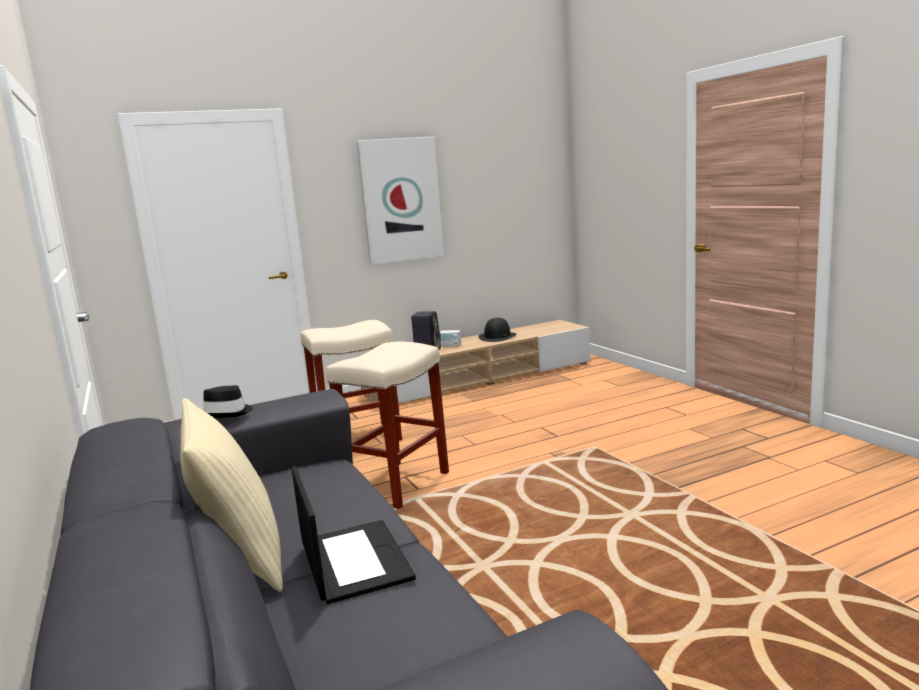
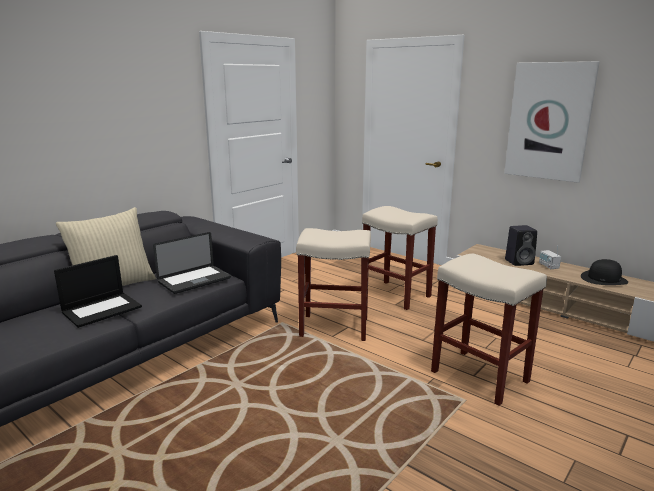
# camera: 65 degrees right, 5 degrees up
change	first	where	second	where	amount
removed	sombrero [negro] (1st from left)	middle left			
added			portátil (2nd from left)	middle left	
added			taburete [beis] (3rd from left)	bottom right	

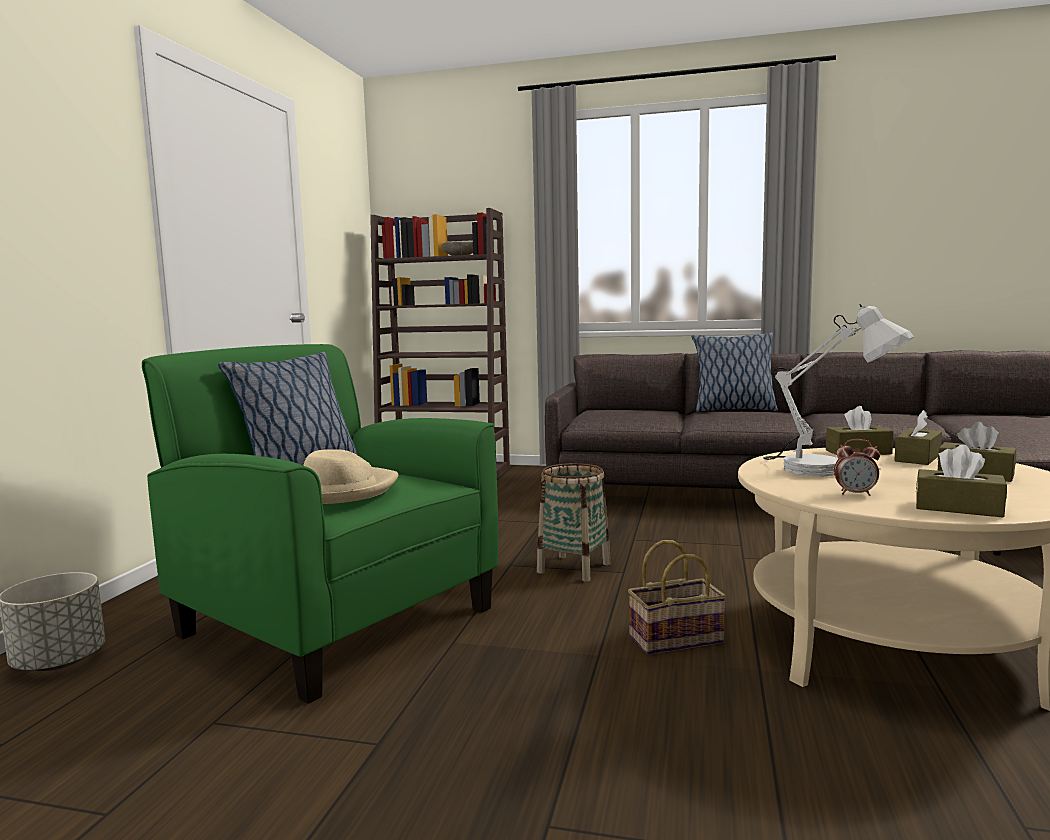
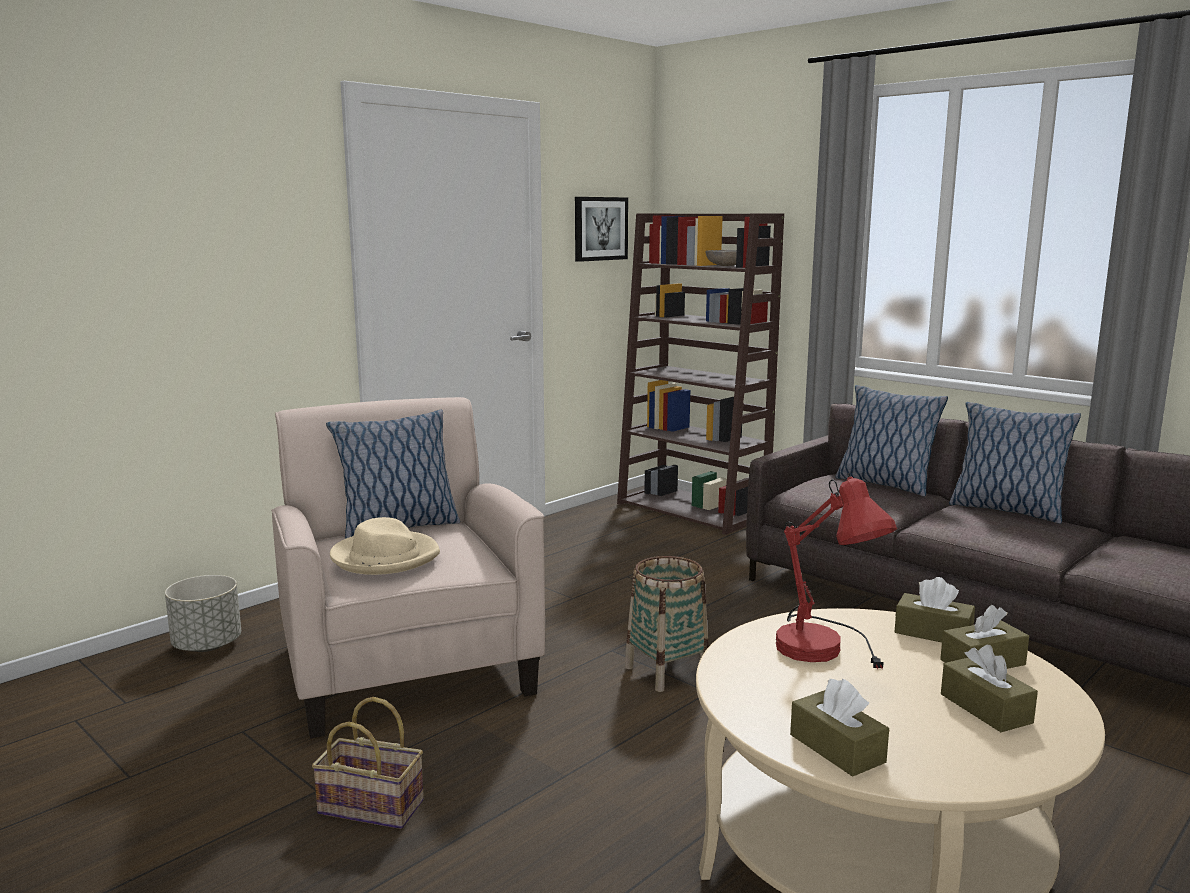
# camera: 30 degrees right, 5 degrees up
change	first	where	second	where	amount
recoloured	sillón [verde]	middle left	sillón [beis]	centre	
moved	cesta (2nd from left in the first image)	bottom centre	cesta (1st from left)	bottom left	
recoloured	lámpara de mesa [blanco]	middle right	lámpara de mesa [rojo]	middle right	
removed	despertador	middle right			
added			cuadro	top centre	
added			cojín (2nd from left)	middle right	

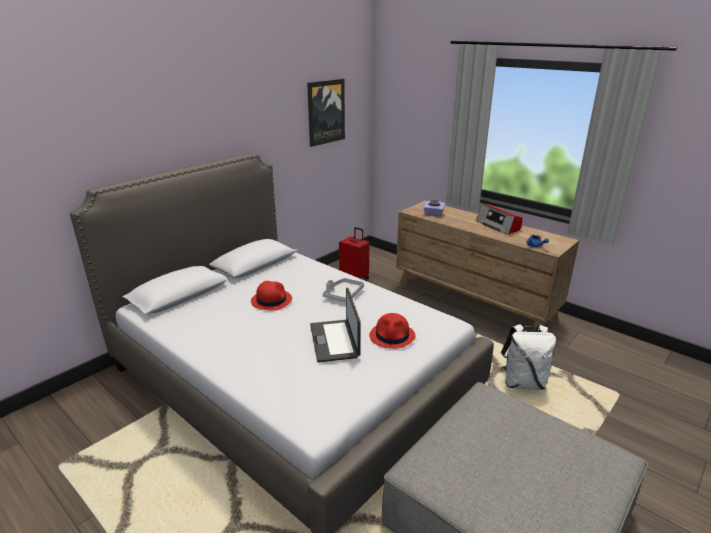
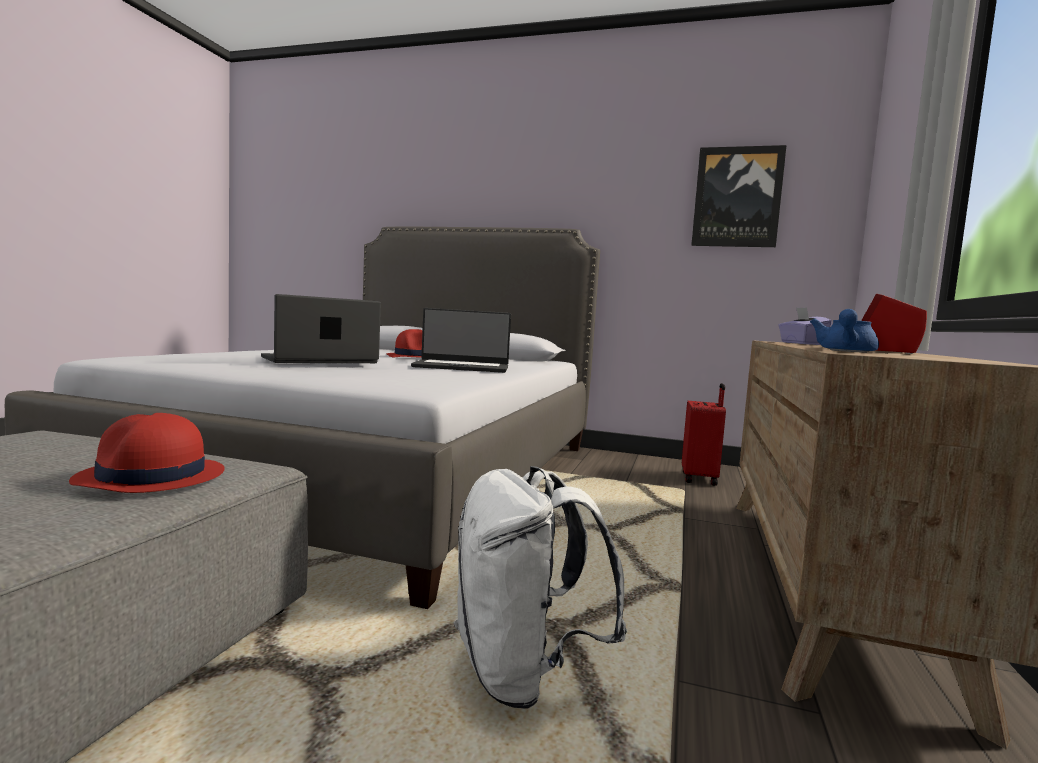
# camera: 65 degrees right, 20 degrees down
change	first	where	second	where	amount
replaced	bandeja [gris]	centre	portátil (2nd from left)	centre	
moved	sombrero [rojo] (2nd from left in the first image)	centre	sombrero [rojo] (1st from left)	middle left	

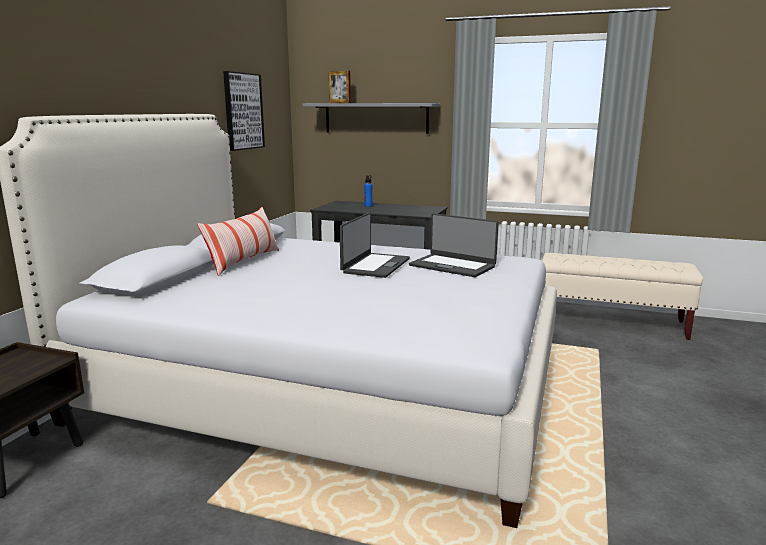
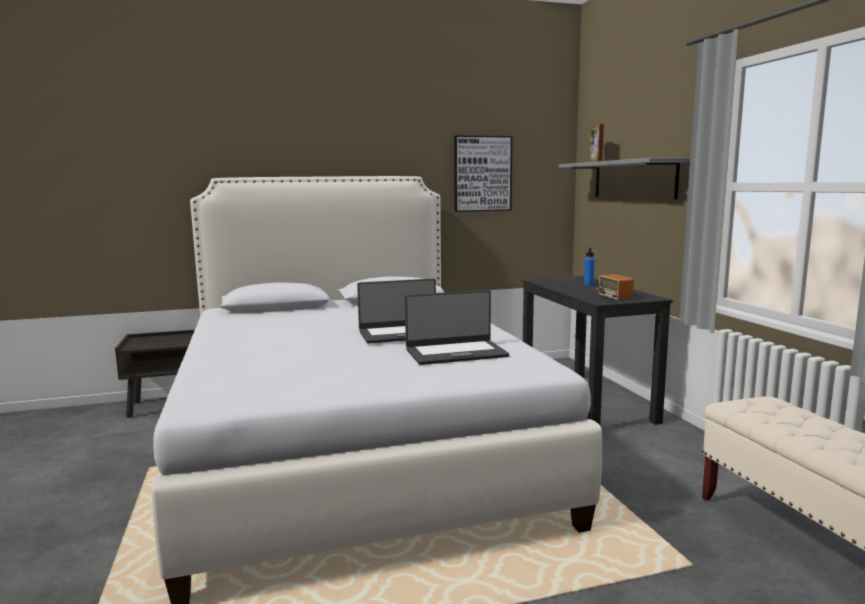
# camera: 55 degrees right, 5 degrees down
change	first	where	second	where	amount
removed	cojín	middle left			
turned	portátil (2nd from left)	centre		centre	105 degrees counterclockwise
added			radio	middle right	

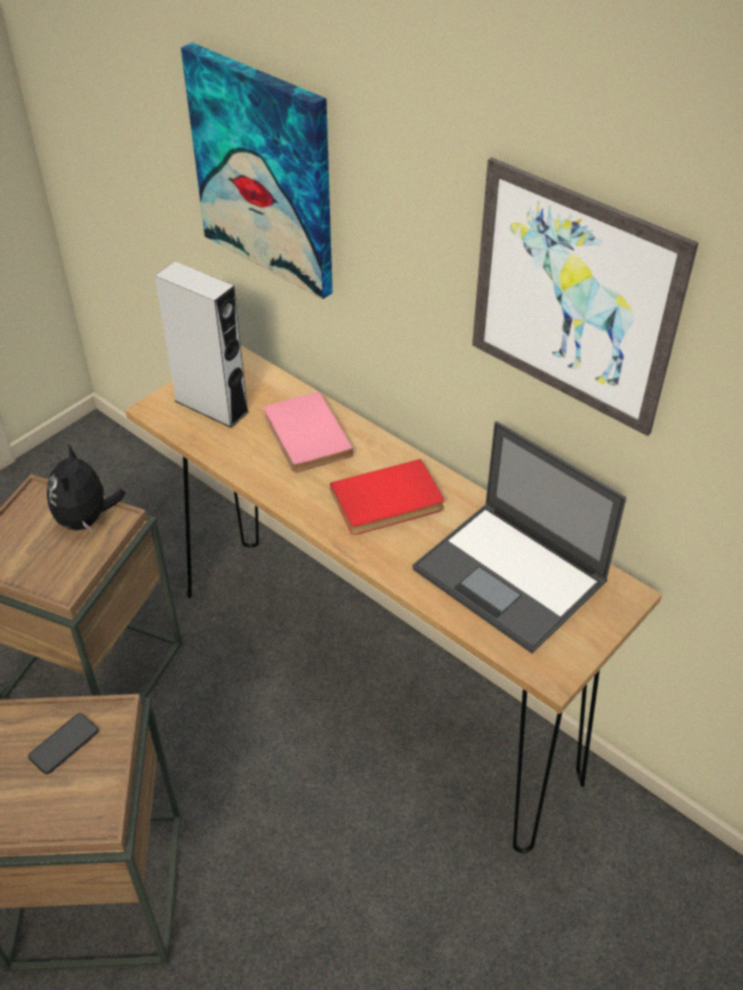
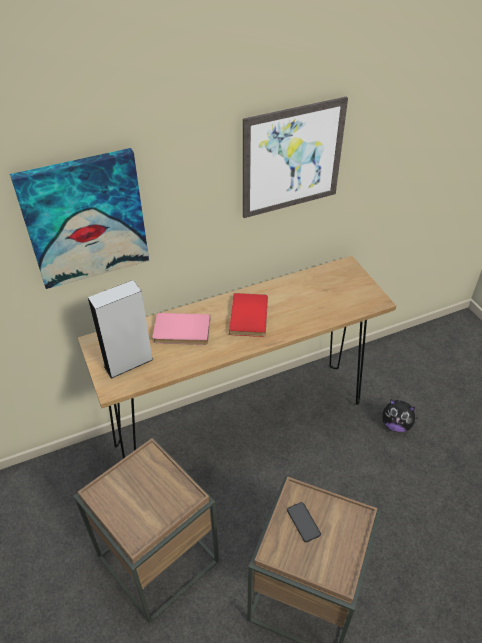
# camera: 65 degrees left, 0 degrees up
change	first	where	second	where	amount
moved	peluche	middle left		middle right	
removed	portátil	middle right			

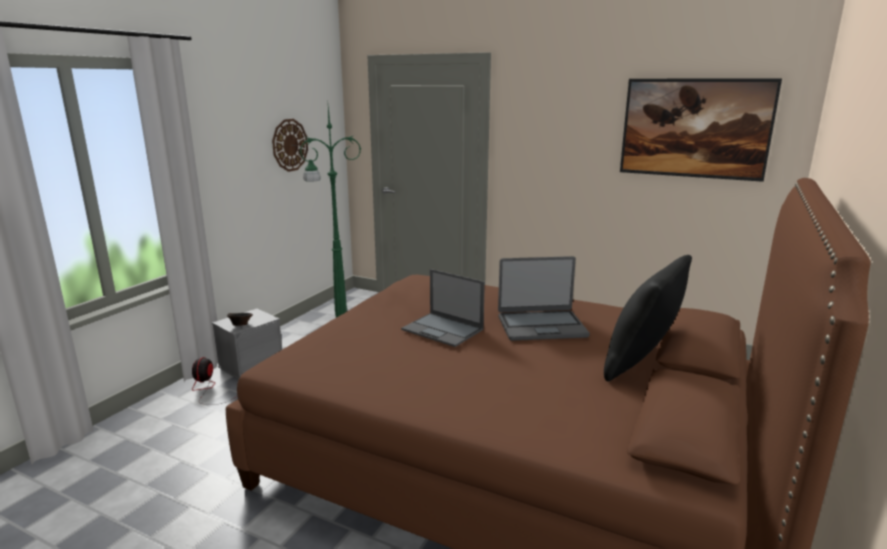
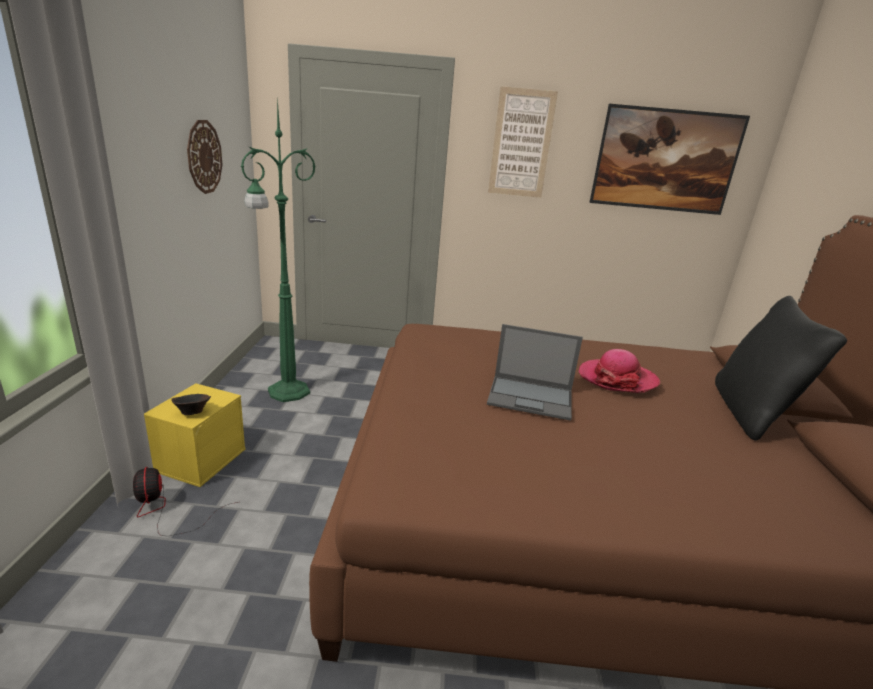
# camera: 25 degrees left, 5 degrees up
change	first	where	second	where	amount
recoloured	caja de almacenaje [gris]	middle left	caja de almacenaje [amarillo]	middle left	
replaced	portátil (2nd from left)	centre	sombrero	middle right	
added			cuadro (1st from left)	top centre	

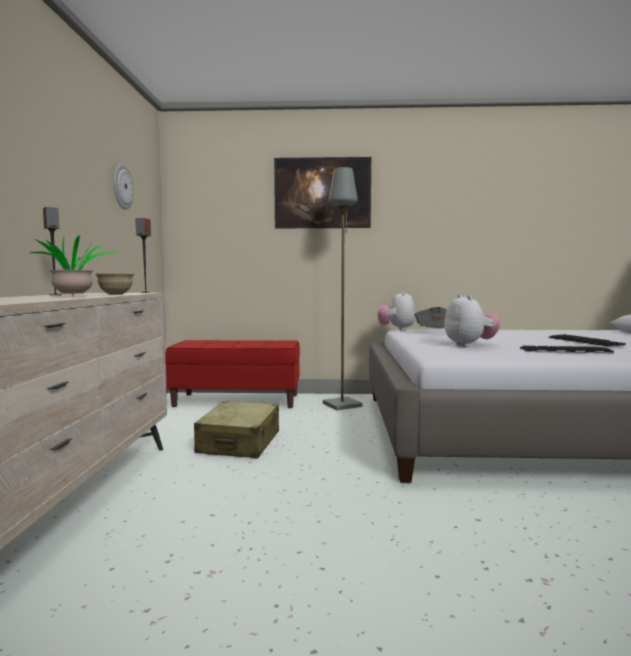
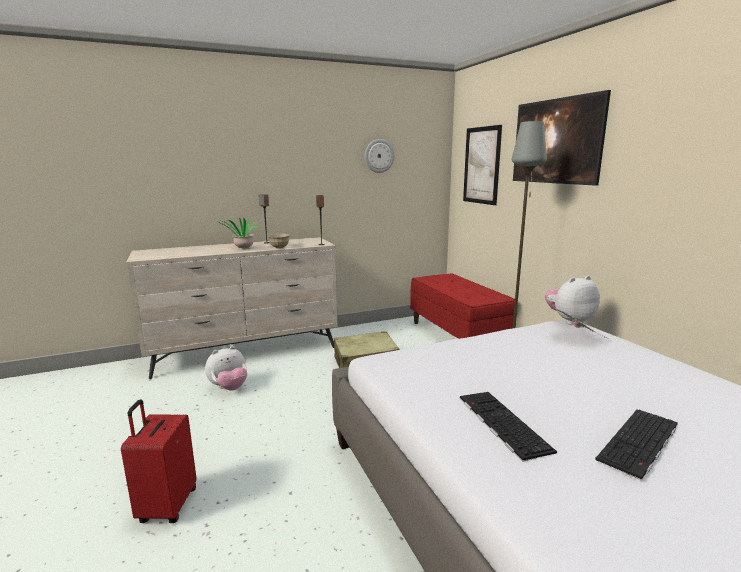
# camera: 65 degrees right, 10 degrees up
change	first	where	second	where	amount
moved	peluche (2nd from left in the first image)	middle right	peluche (1st from left)	middle left	
added			maleta [rojo]	bottom left	
added			cuadro (1st from left)	top centre	

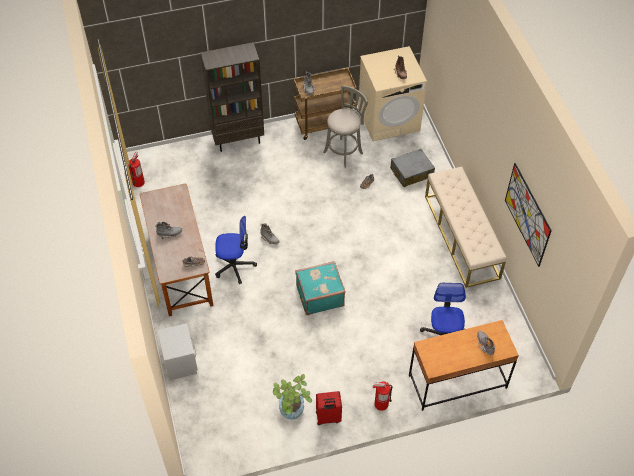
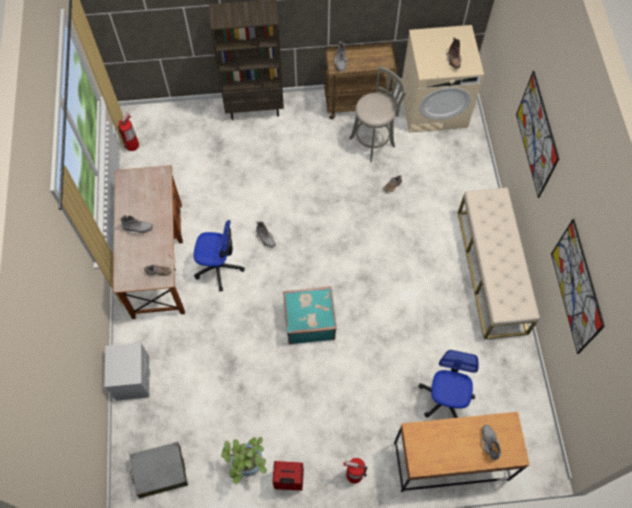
# camera: 10 degrees right, 10 degrees up
change	first	where	second	where	amount
moved	maleta [gris]	centre		bottom left	
added			cuadro (1st from left)	top right	

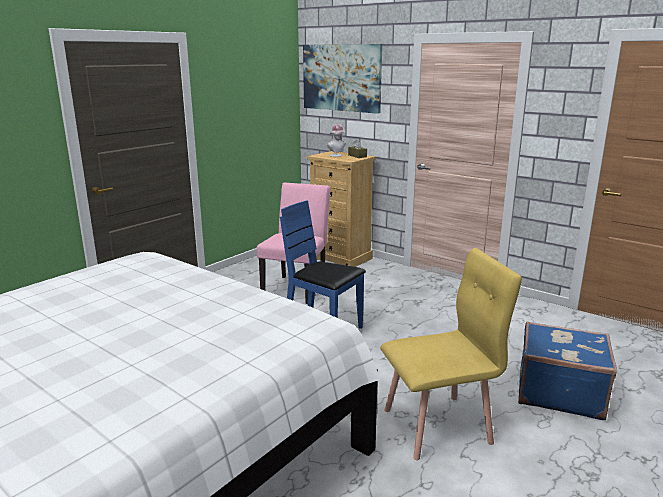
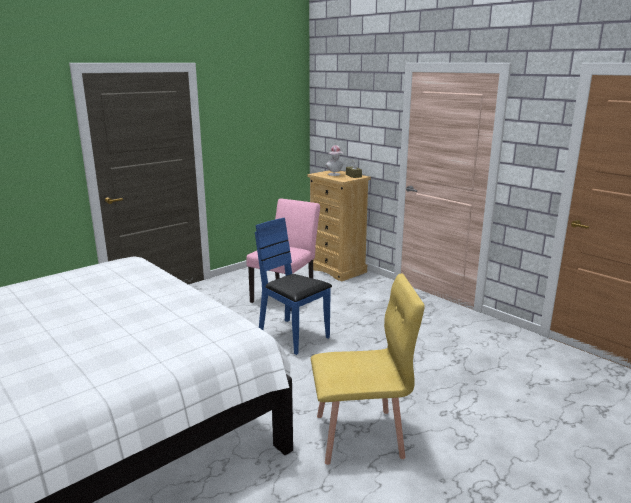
# camera: 10 degrees right, 0 degrees up
change	first	where	second	where	amount
removed	cuadro	top centre			
removed	maleta [azul]	bottom right			

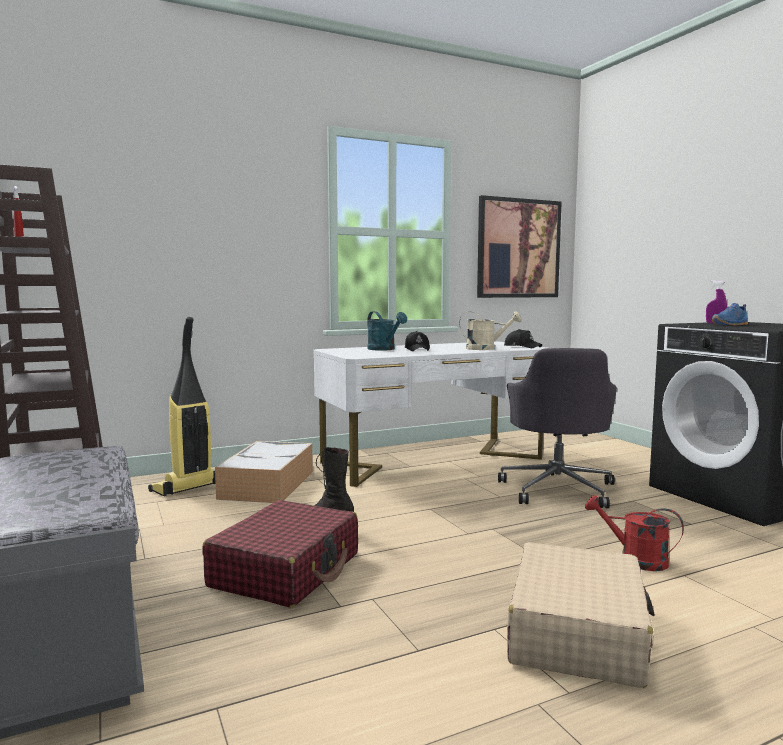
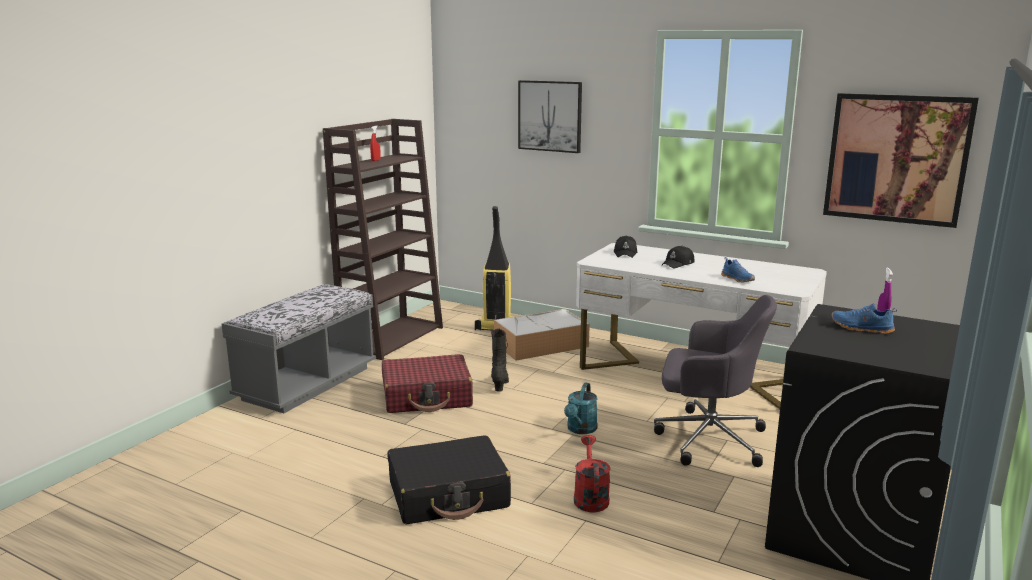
# camera: 55 degrees right, 10 degrees up
change	first	where	second	where	amount
moved	regadera [turquesa]	centre		bottom centre	
replaced	regadera [beis]	centre	zapato [azul] (1st from left)	middle right	
turned	silla de oficina [gris]	middle right		middle right	135 degrees counterclockwise
moved	gorra [negro] (2nd from left in the first image)	middle right	gorra [negro] (1st from left)	centre	
recoloured	maleta [beis]	bottom right	maleta [negro]	bottom centre	
added			cuadro (1st from left)	top centre	

